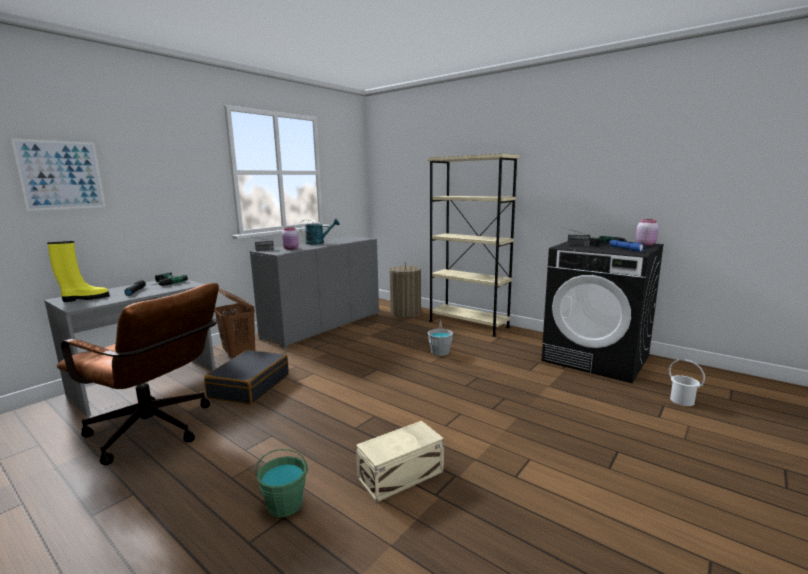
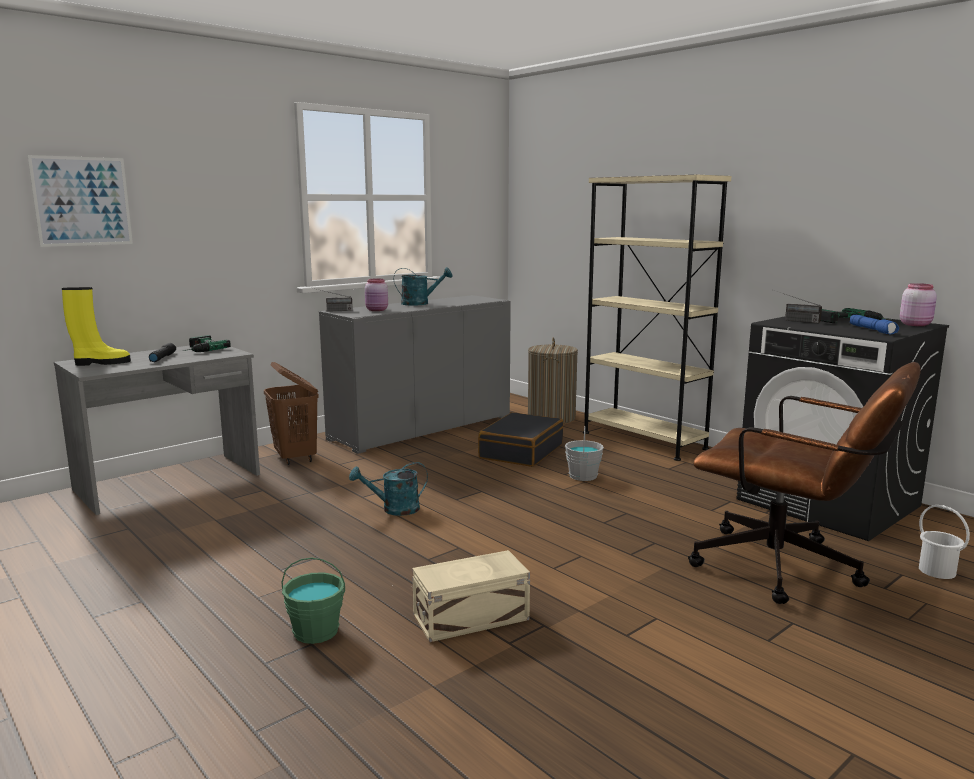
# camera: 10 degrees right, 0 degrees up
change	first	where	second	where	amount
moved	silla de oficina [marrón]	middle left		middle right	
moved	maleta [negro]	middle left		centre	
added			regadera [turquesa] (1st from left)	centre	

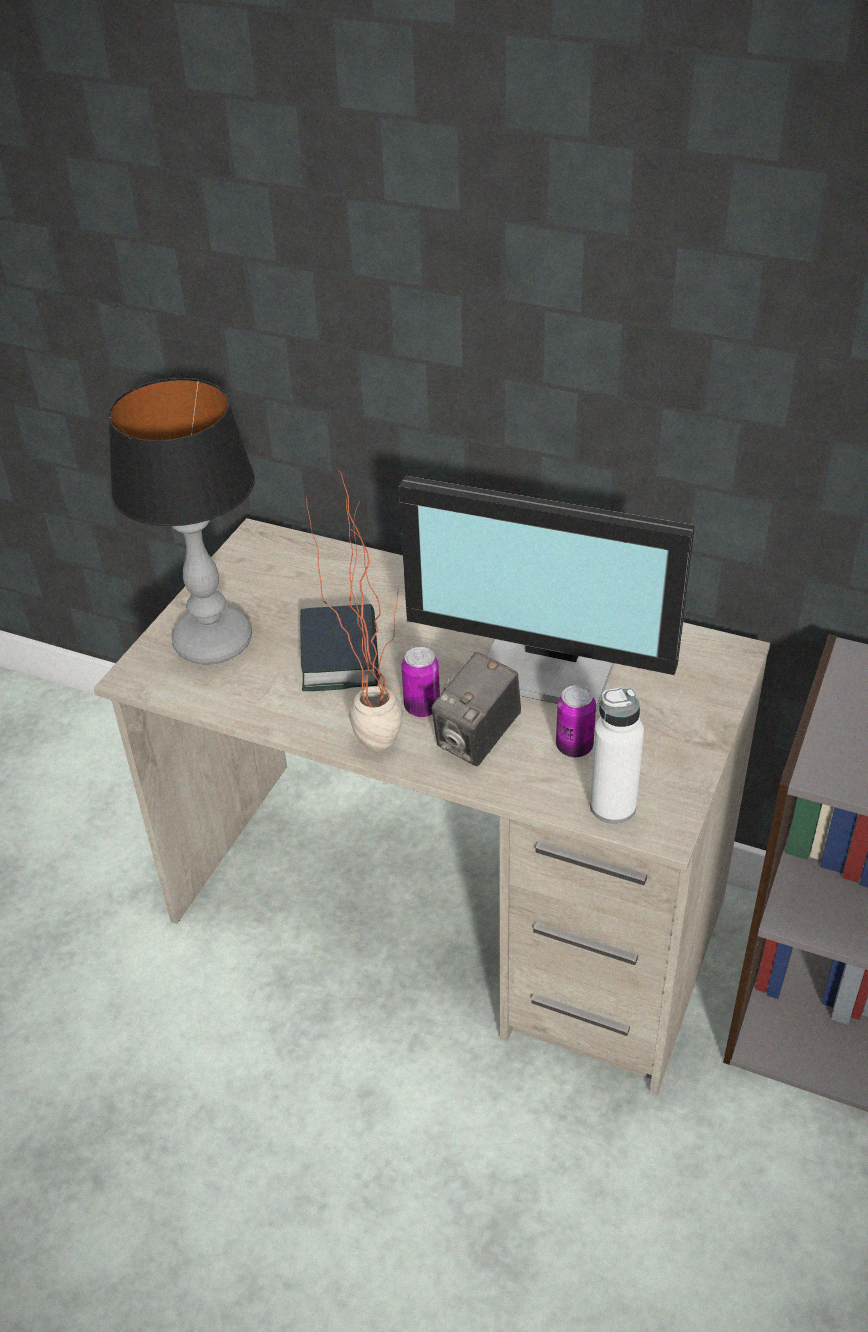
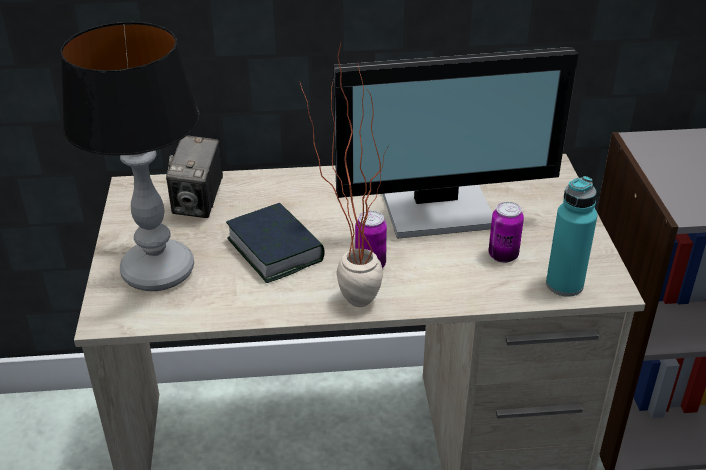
# camera: 30 degrees left, 5 degrees down
change	first	where	second	where	amount
moved	cámara	centre		middle left	
recoloured	botella [blanco]	middle right	botella [turquesa]	middle right	

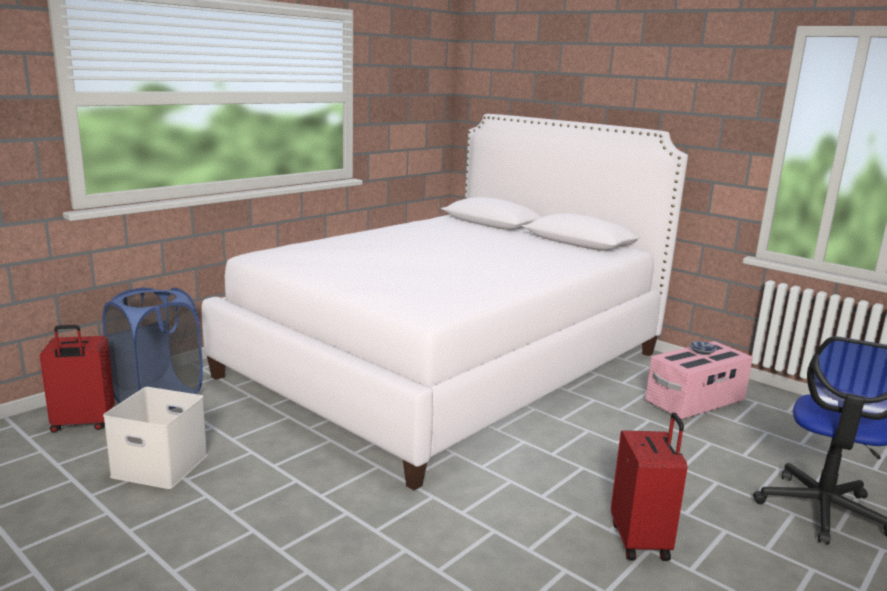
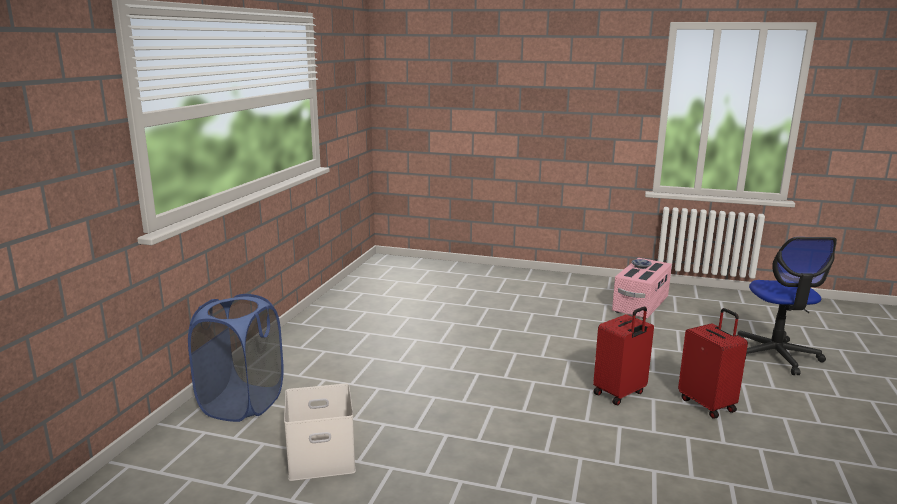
# camera: 25 degrees left, 0 degrees up
change	first	where	second	where	amount
moved	maleta [rojo] (1st from left)	middle left		bottom right	
removed	cama [blanco]	centre			

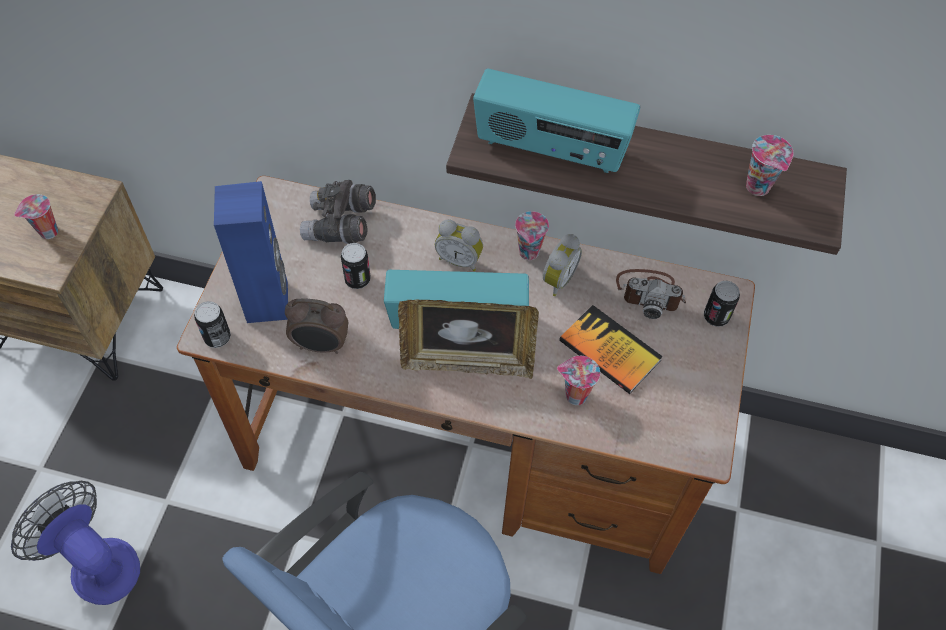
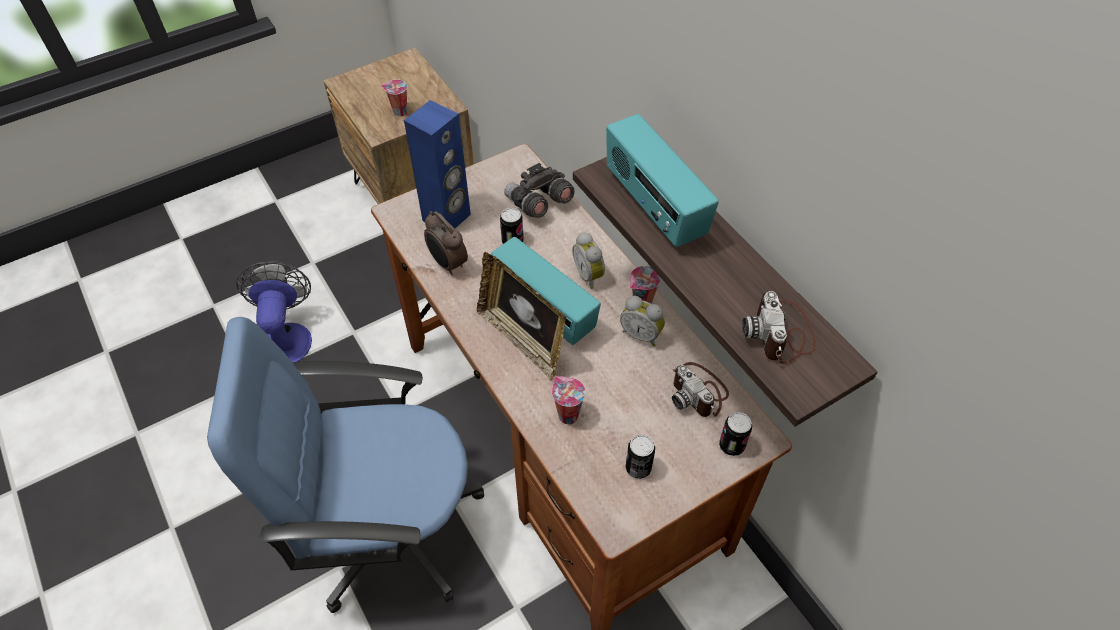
# camera: 45 degrees right, 5 degrees down
change	first	where	second	where	amount
moved	lata (1st from left in the first image)	middle left	lata (2nd from left)	bottom centre	
turned	despertador (3rd from left)	centre		centre	45 degrees clockwise
removed	libro	centre			
replaced	taza (4th from left)	top right	cámara (2nd from left)	middle right	

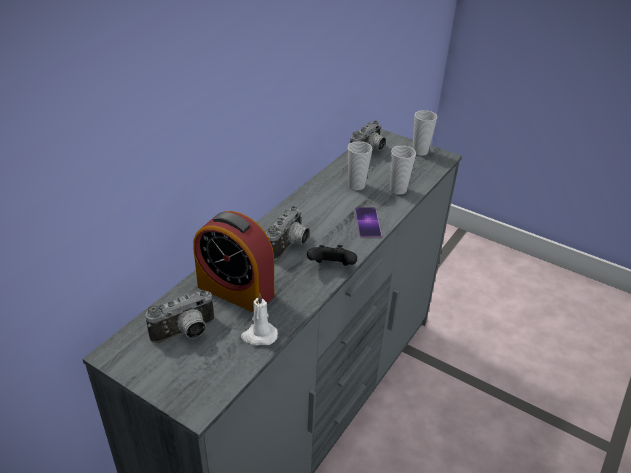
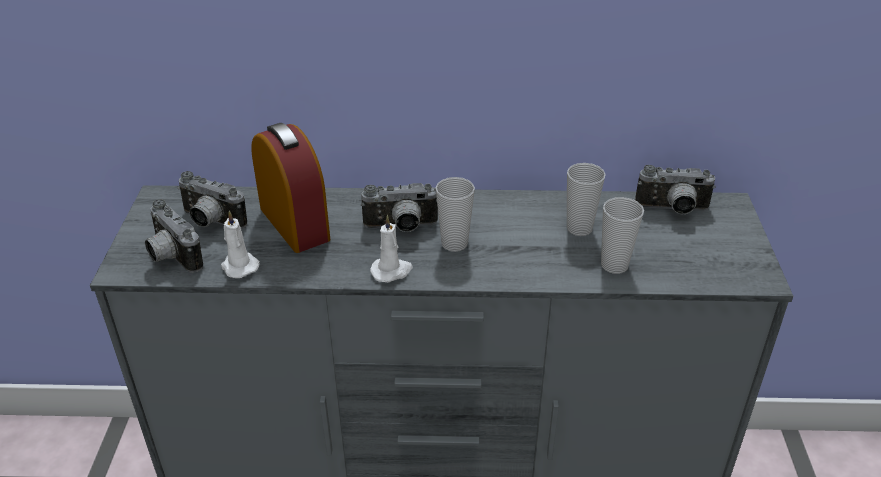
# camera: 60 degrees right, 0 degrees up
change	first	where	second	where	amount
turned	despertador	centre		middle left	150 degrees clockwise
replaced	mando de consola [negro]	centre	vela [blanco] (2nd from left)	centre	
removed	móvil	centre			
moved	taza (3rd from left in the first image)	top right	taza (1st from left)	centre	
added			cámara (1st from left)	middle left	

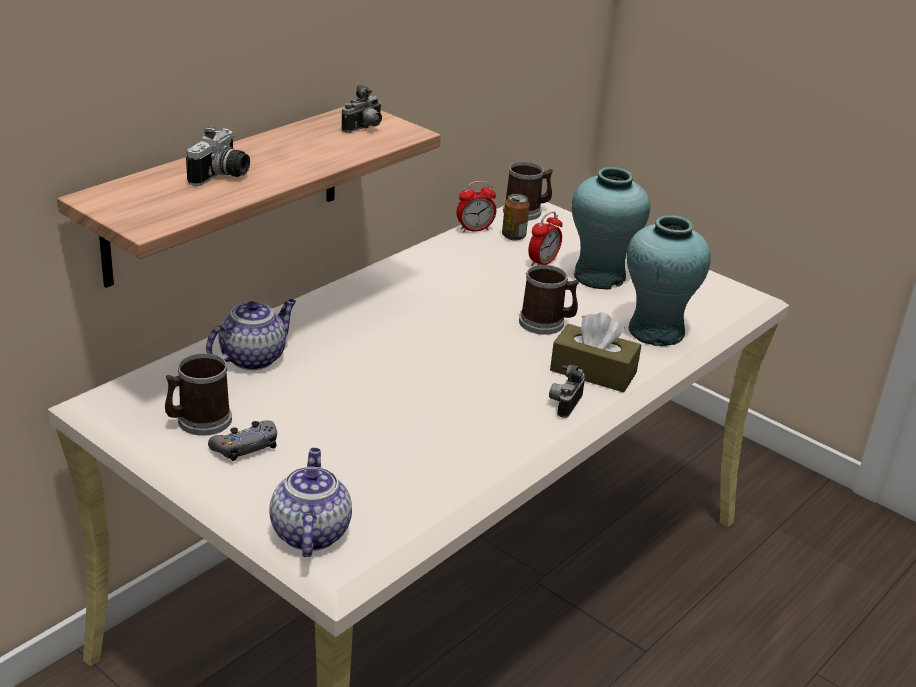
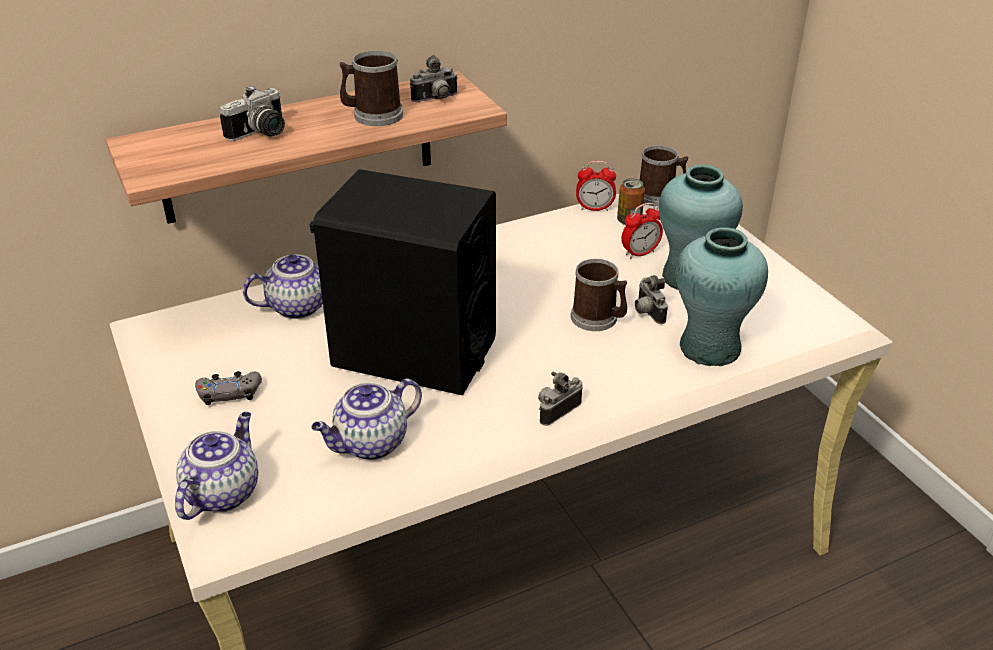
# camera: 25 degrees right, 5 degrees up
change	first	where	second	where	amount
moved	taza grande (1st from left)	middle left		top centre	
removed	caja de pañuelos [marrón]	centre			
added			altavoz [negro]	centre	
added			tetera (3rd from left)	centre	
added			cámara (4th from left)	centre	

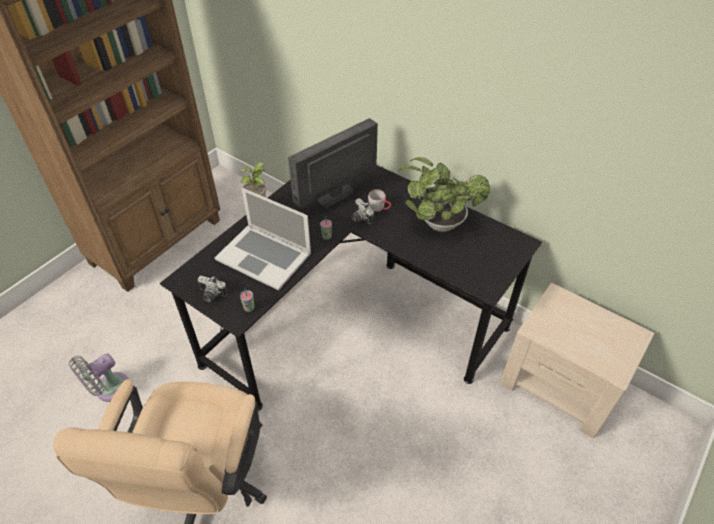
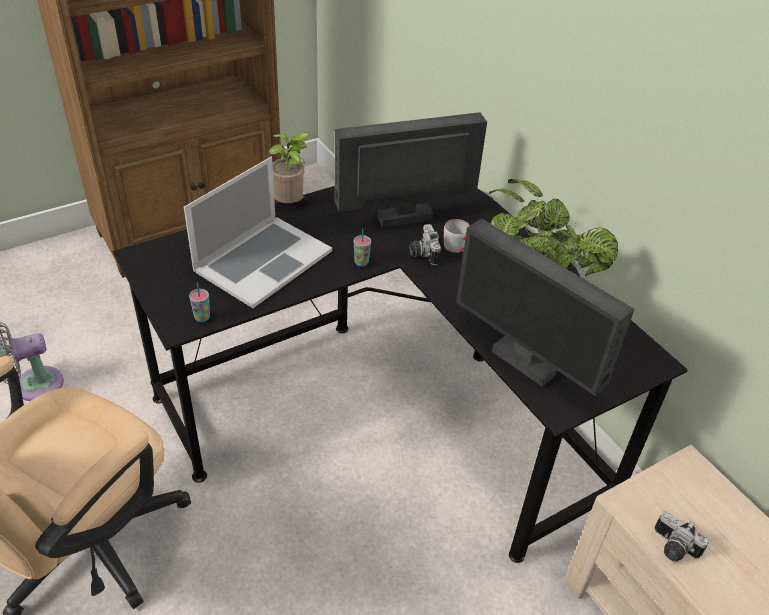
# camera: 20 degrees right, 5 degrees down
change	first	where	second	where	amount
moved	cámara (1st from left in the first image)	middle left	cámara (2nd from left)	bottom right	
turned	portátil	centre		centre	105 degrees counterclockwise
added			monitor (2nd from left)	middle right	

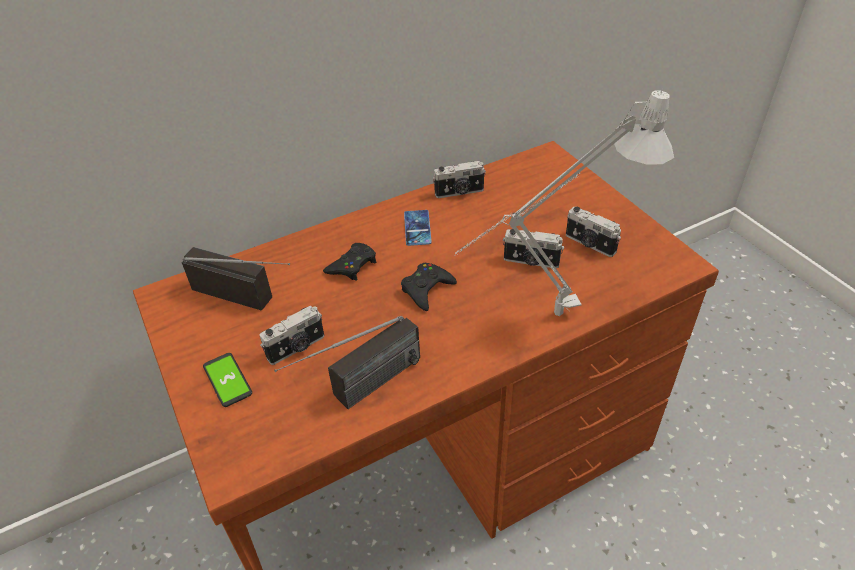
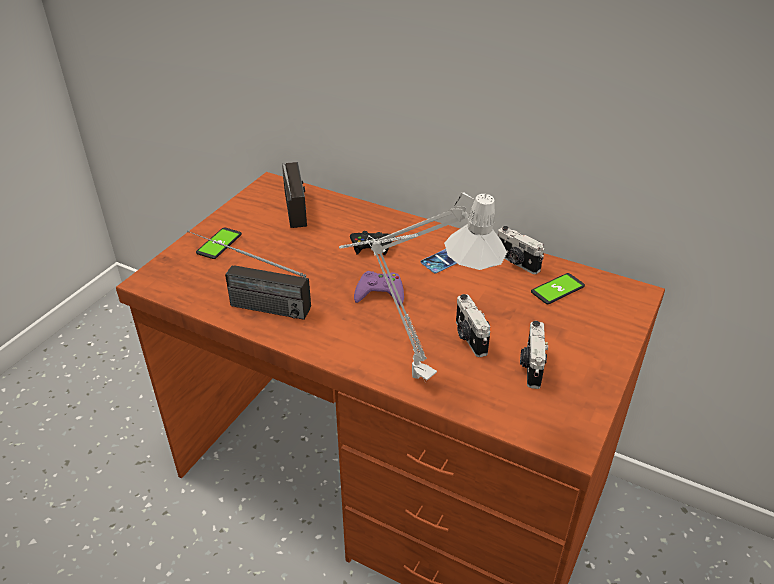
# camera: 55 degrees right, 5 degrees down
change	first	where	second	where	amount
removed	cámara (1st from left)	centre			
recoloured	mando de consola [negro] (2nd from left)	centre	mando de consola [morado]	centre	
added			móvil (3rd from left)	middle right	

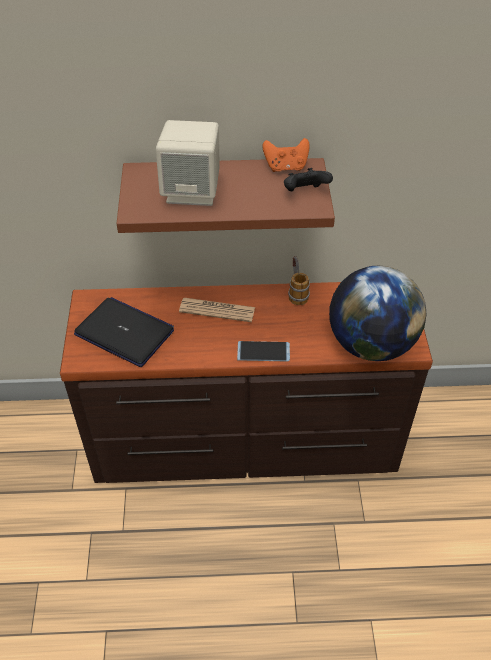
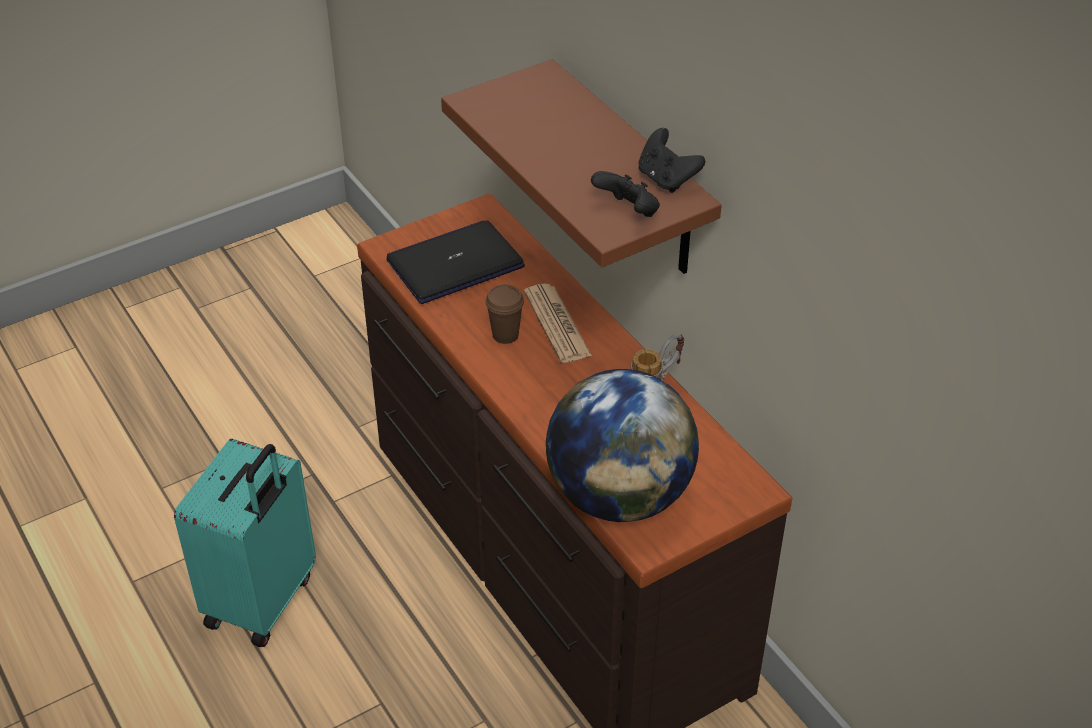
# camera: 60 degrees right, 5 degrees down
change	first	where	second	where	amount
turned	portátil	middle left		centre	120 degrees counterclockwise
removed	altavoz [beis]	top centre			
removed	móvil	centre			
recoloured	mando de consola [naranja]	top centre	mando de consola [negro] (2nd from left)	top centre	
added			maleta [turquesa]	bottom left	
added			taza [marrón]	centre	

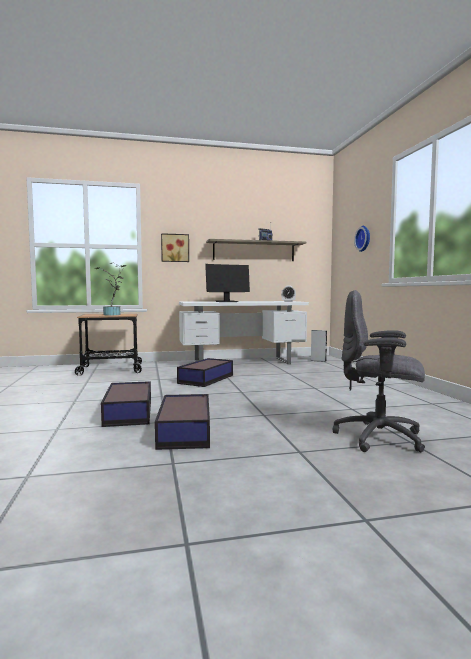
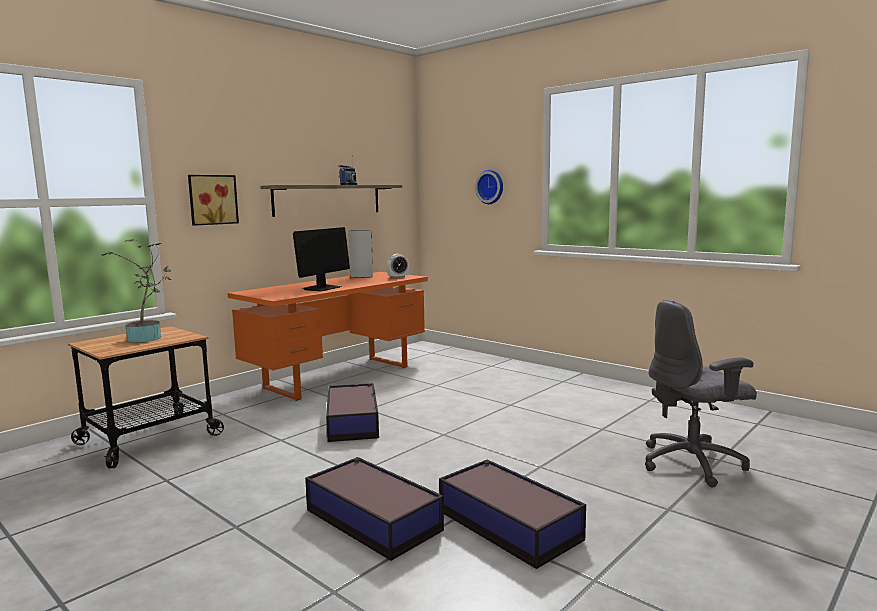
# camera: 35 degrees left, 5 degrees up
change	first	where	second	where	amount
recoloured	escritorio [blanco]	centre	escritorio [naranja]	centre	
moved	altavoz [gris]	middle right		centre	

